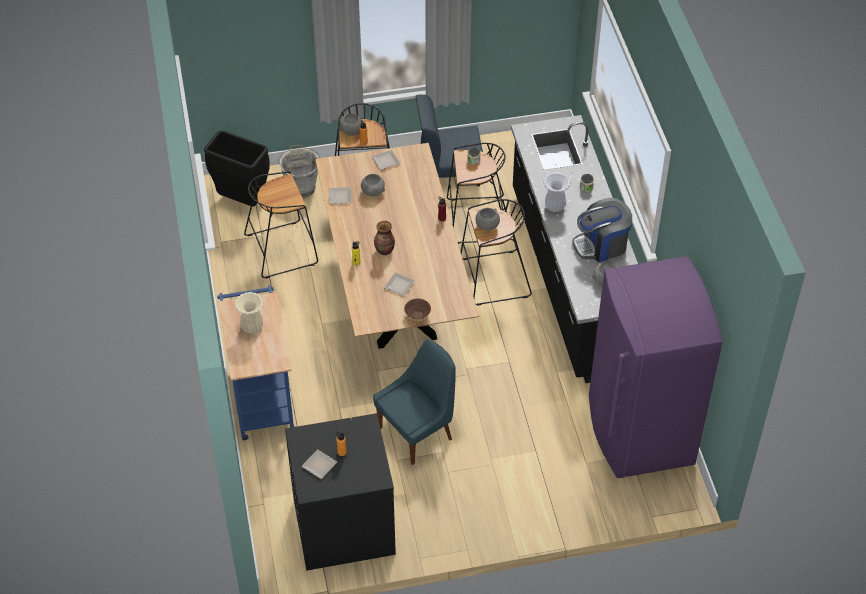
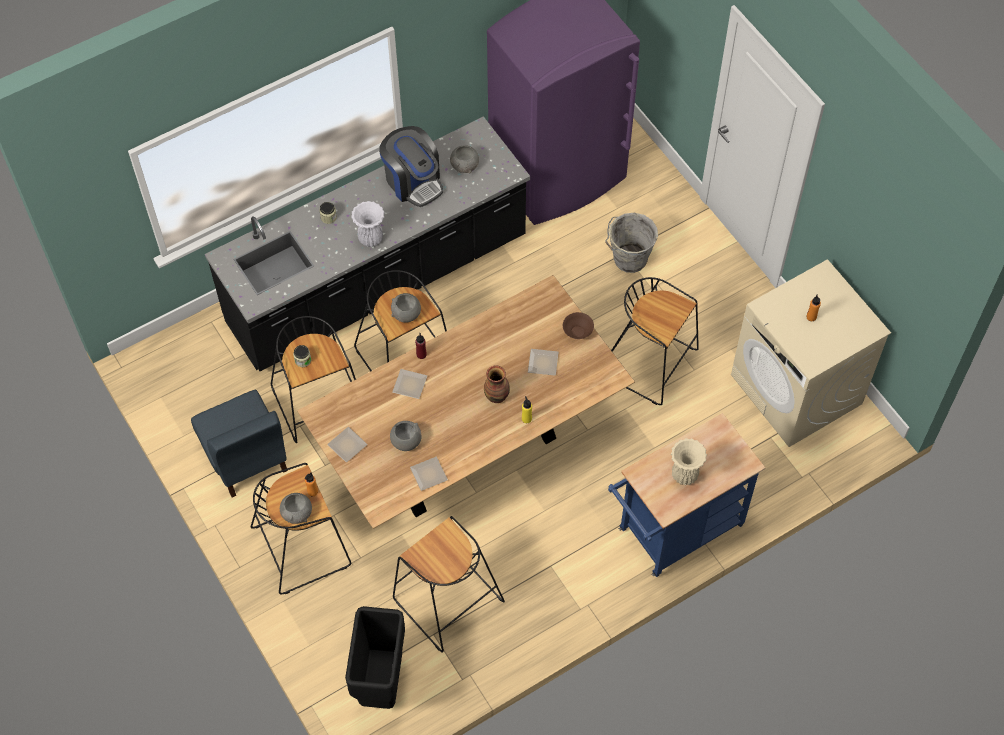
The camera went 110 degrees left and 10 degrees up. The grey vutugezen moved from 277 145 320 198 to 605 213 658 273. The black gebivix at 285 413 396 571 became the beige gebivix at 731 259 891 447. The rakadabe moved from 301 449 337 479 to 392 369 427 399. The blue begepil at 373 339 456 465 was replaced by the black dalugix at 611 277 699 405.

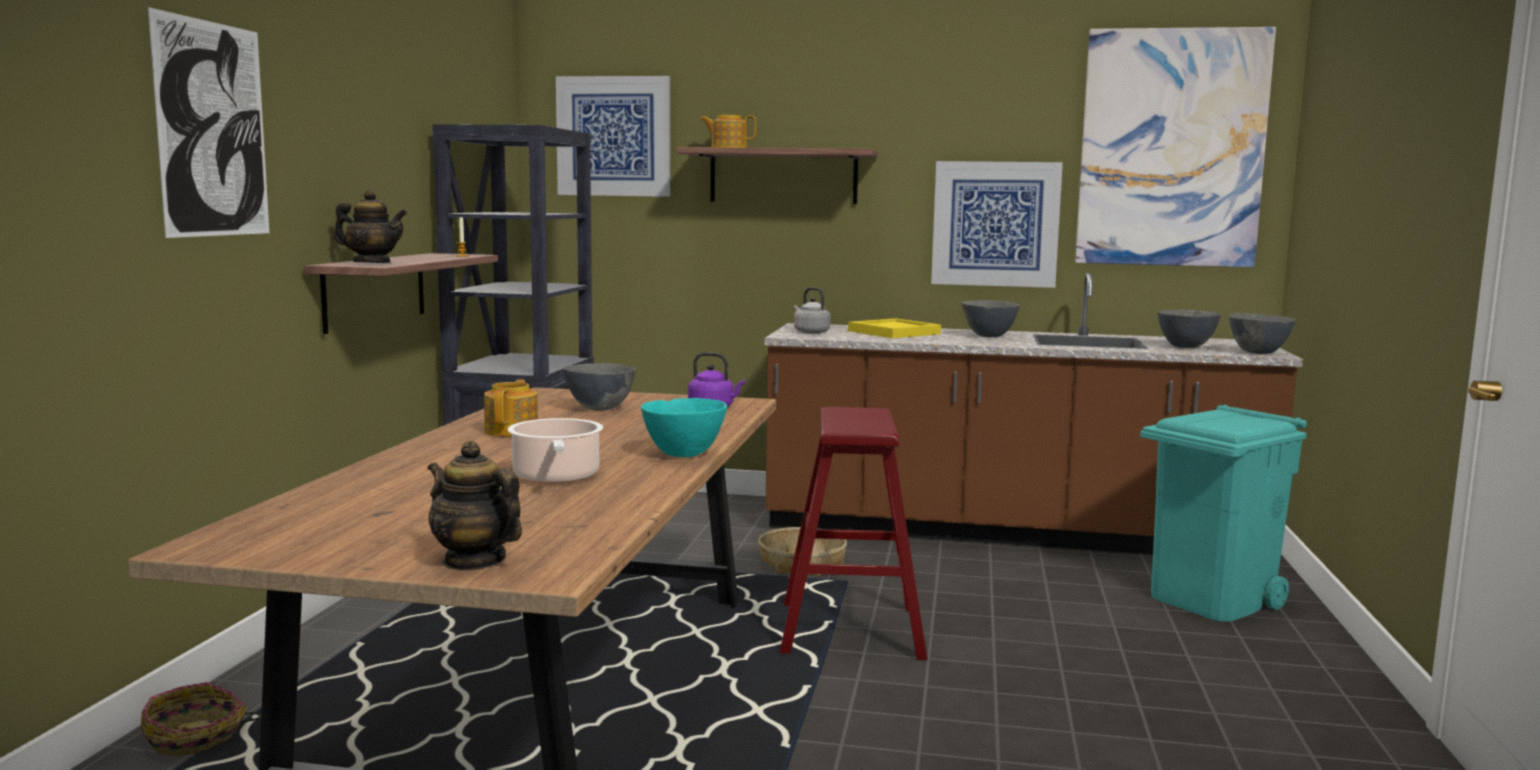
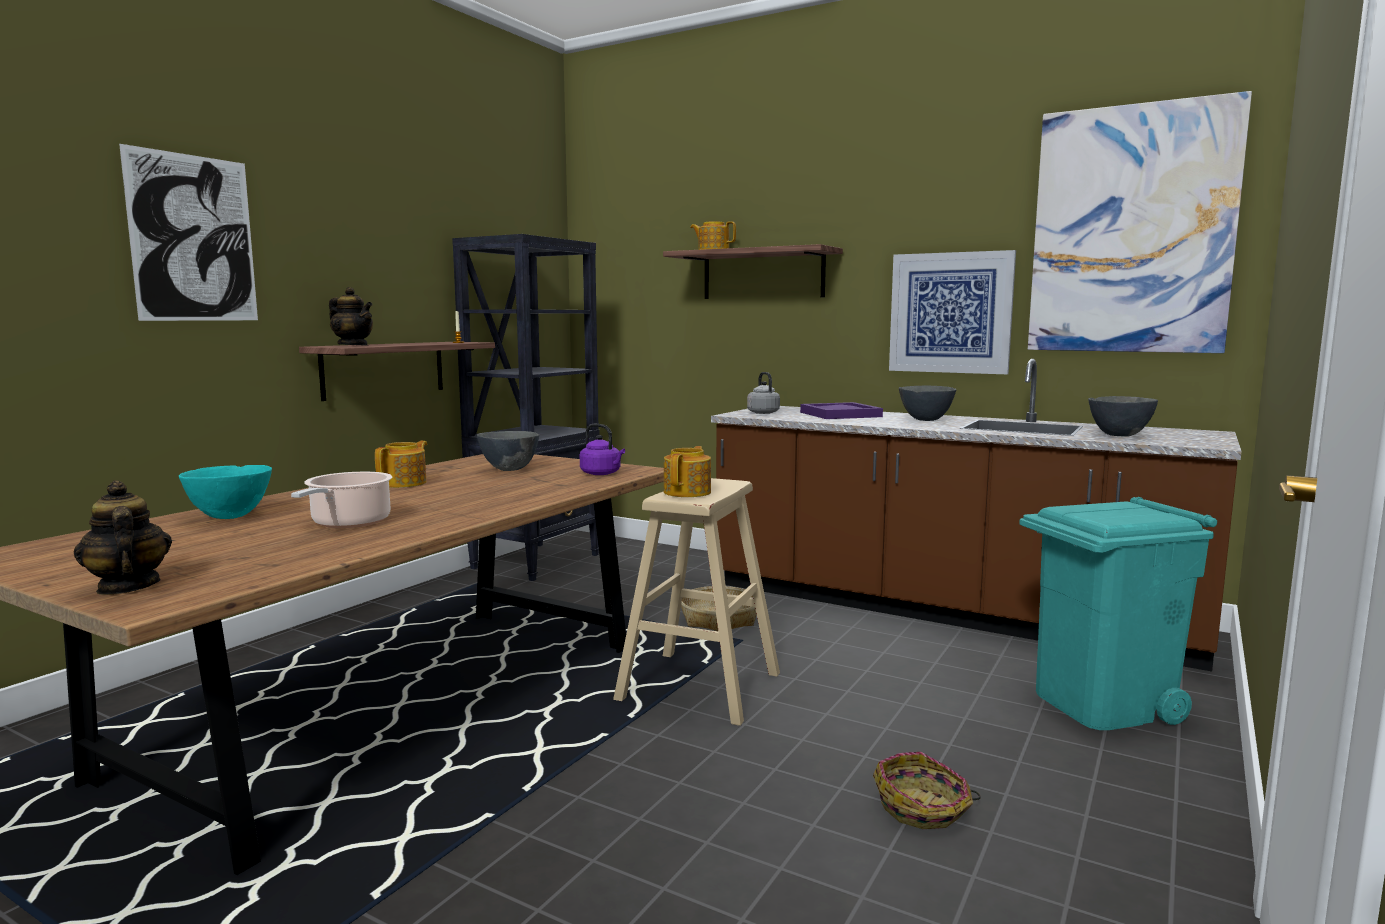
The camera went 20 degrees right and 0 degrees up. The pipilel moved from 141 682 260 756 to 873 752 981 829. The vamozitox at 556 76 670 197 disappeared. The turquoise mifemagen moved from 641 398 727 457 to 179 465 272 519. The red dalugix at 780 407 927 660 became the beige dalugix at 613 478 780 726. The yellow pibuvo at 848 318 941 338 became the purple pibuvo at 800 402 883 419. The grey mifemagen at 1229 313 1296 354 disappeared. The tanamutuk at 664 446 711 497 appeared.

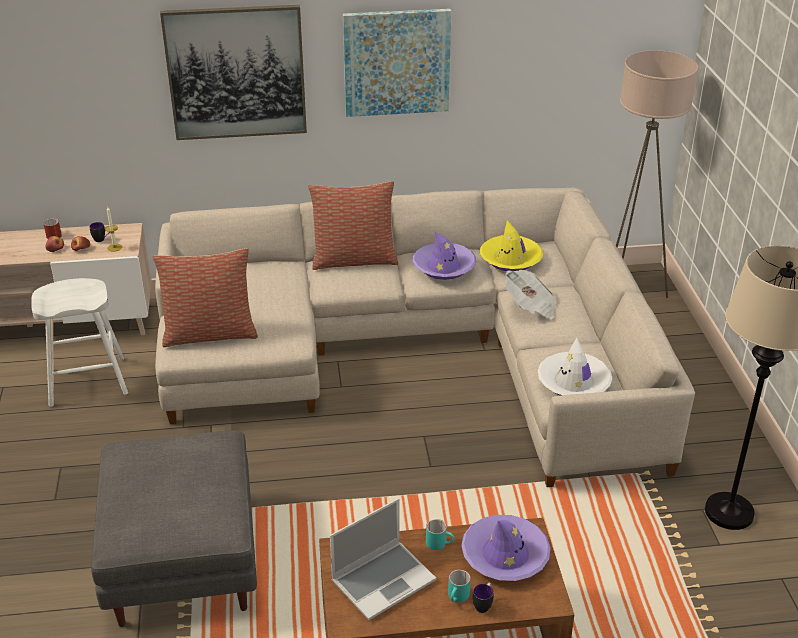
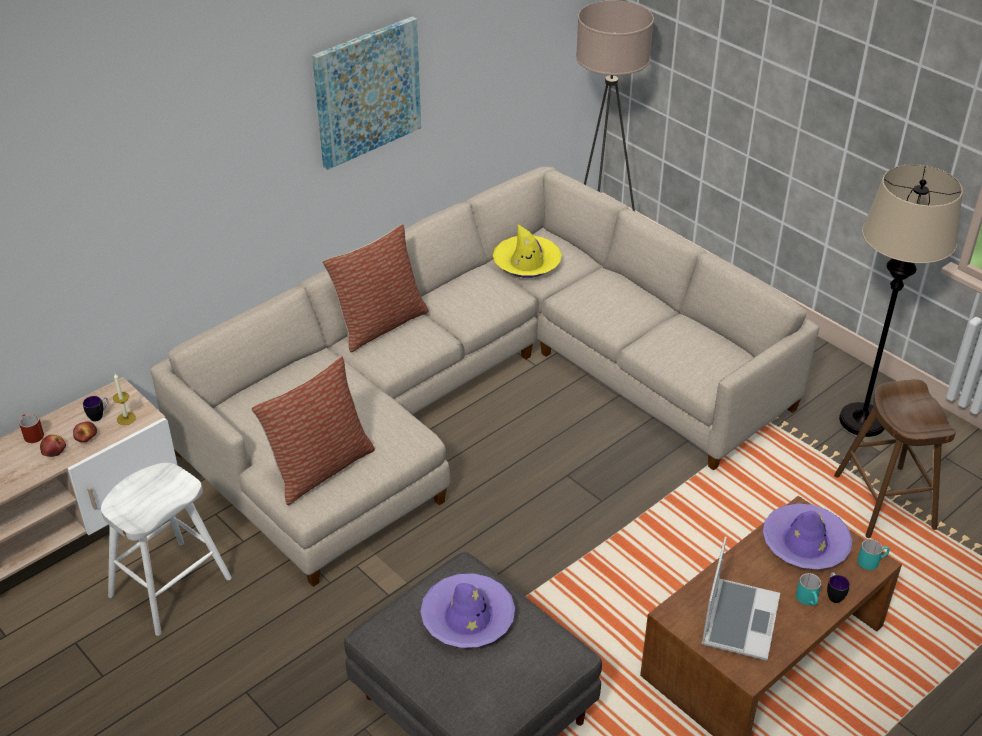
The camera went 35 degrees left and 5 degrees up. The vamozitox at 160 5 307 140 disappeared. The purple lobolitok moved from 412 232 476 280 to 420 573 515 648. The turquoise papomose moved from 426 519 454 550 to 857 539 890 570. The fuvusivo at 505 270 557 319 disappeared. The white lobolitok at 537 338 613 396 disappeared. The brown dalugix at 834 379 956 538 appeared.

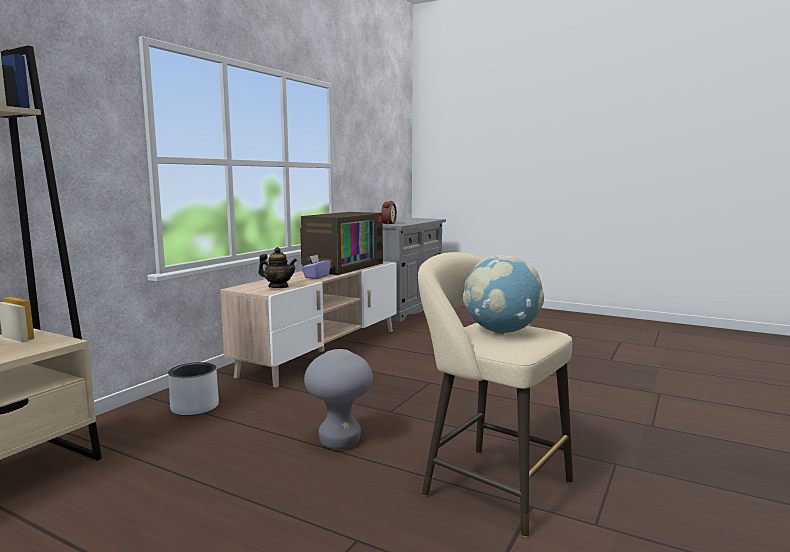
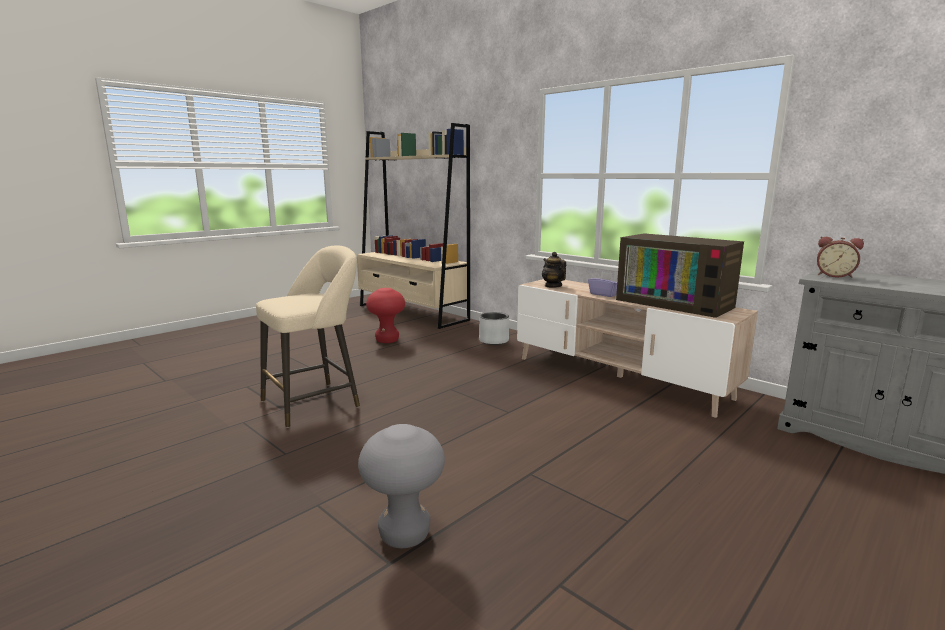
The camera went 105 degrees right and 5 degrees up. The tanamutuk at 258 247 297 288 turned 120 degrees clockwise. The grey dalugix moved from 304 349 373 449 to 358 424 445 548. The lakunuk at 463 254 544 335 disappeared. The red dalugix at 366 288 405 343 appeared.

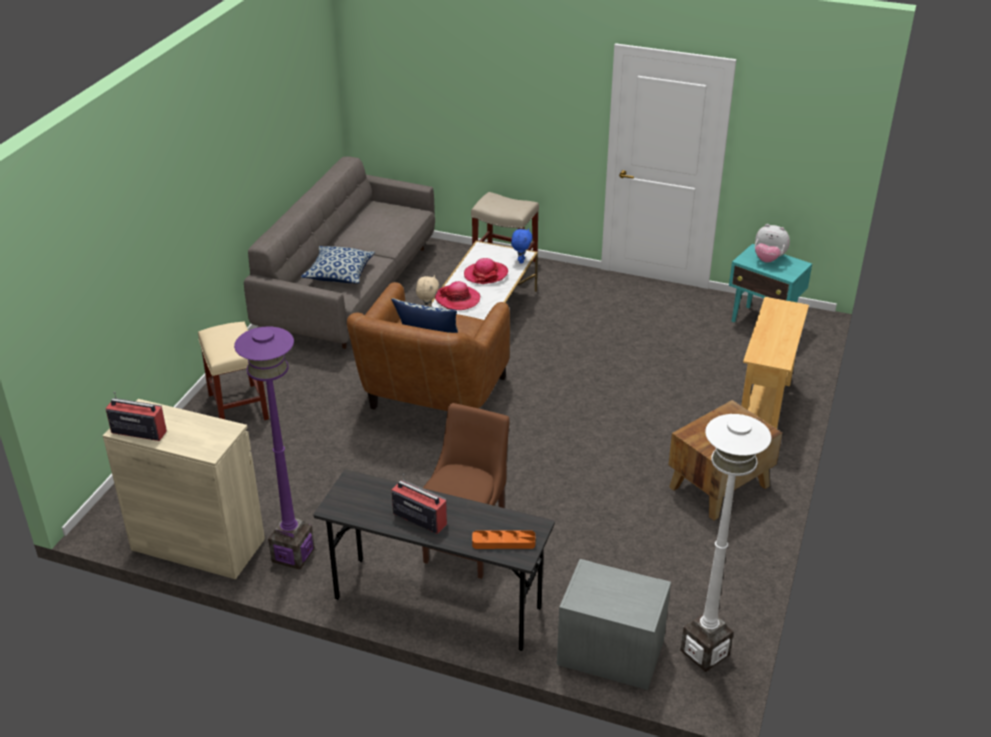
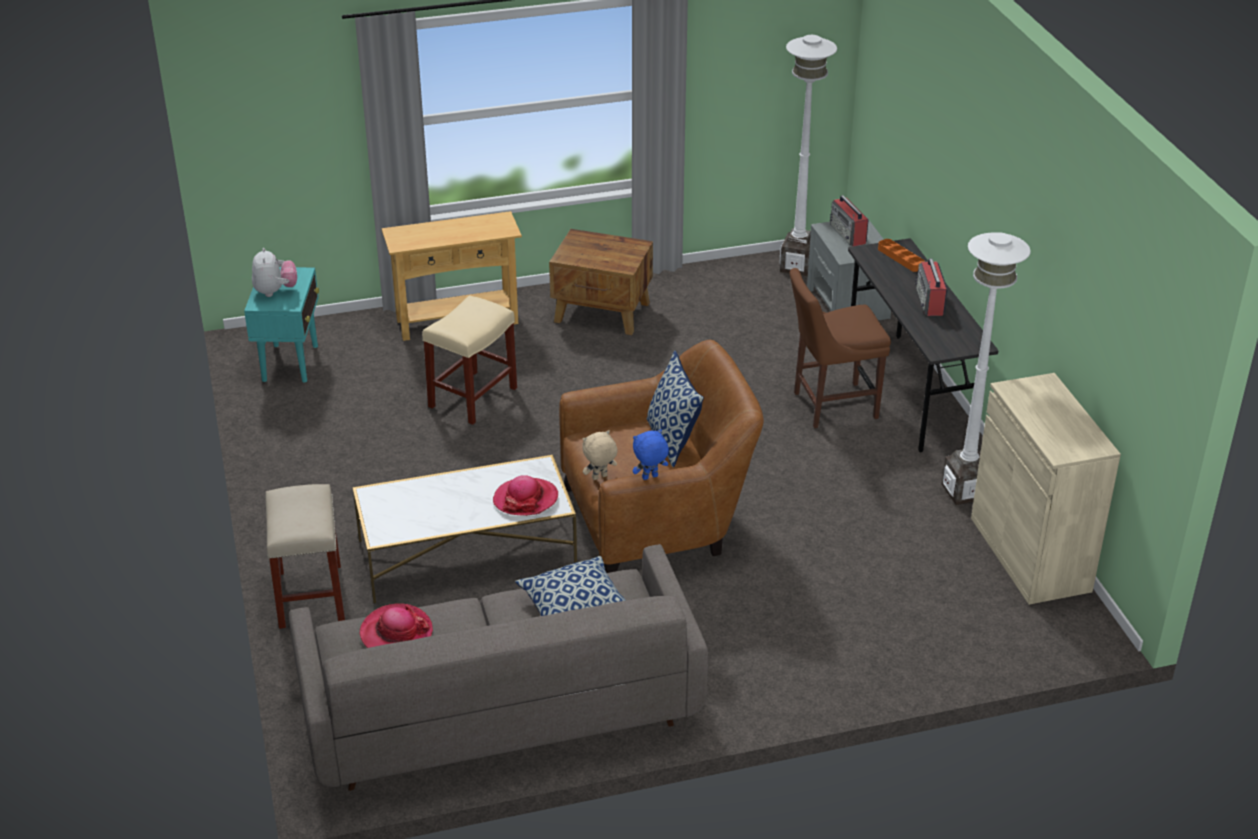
The camera went 125 degrees left and 0 degrees up. The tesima moved from 105 391 167 441 to 830 195 869 246. The beige dalugix moved from 198 322 269 420 to 422 295 517 425. The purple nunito at 234 326 315 570 became the white nunito at 942 232 1031 505. The lobolitok moved from 464 258 508 284 to 359 603 433 648. The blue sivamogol moved from 511 228 533 264 to 633 429 669 480.

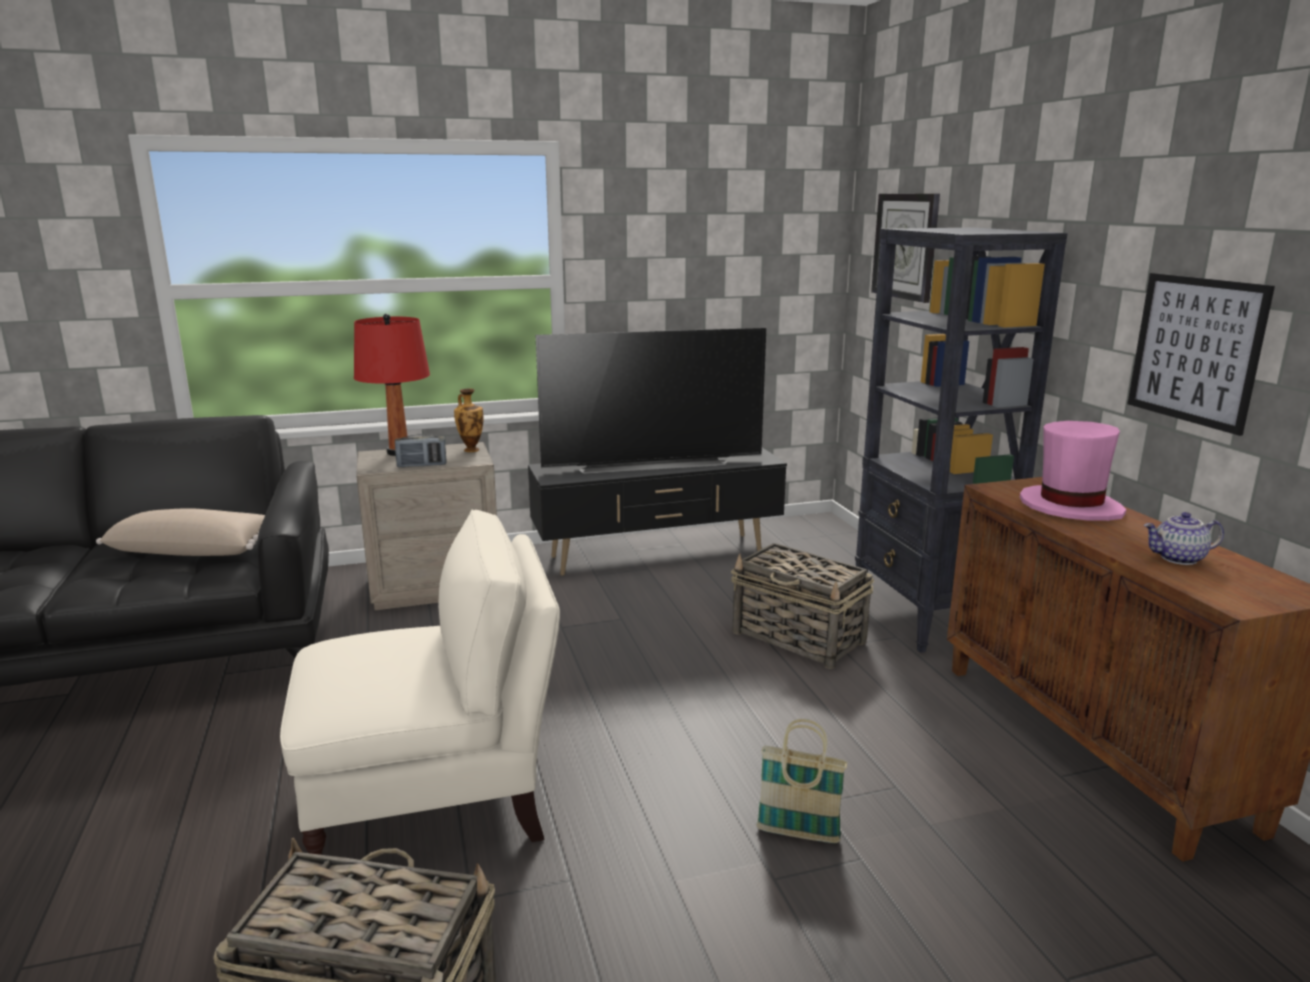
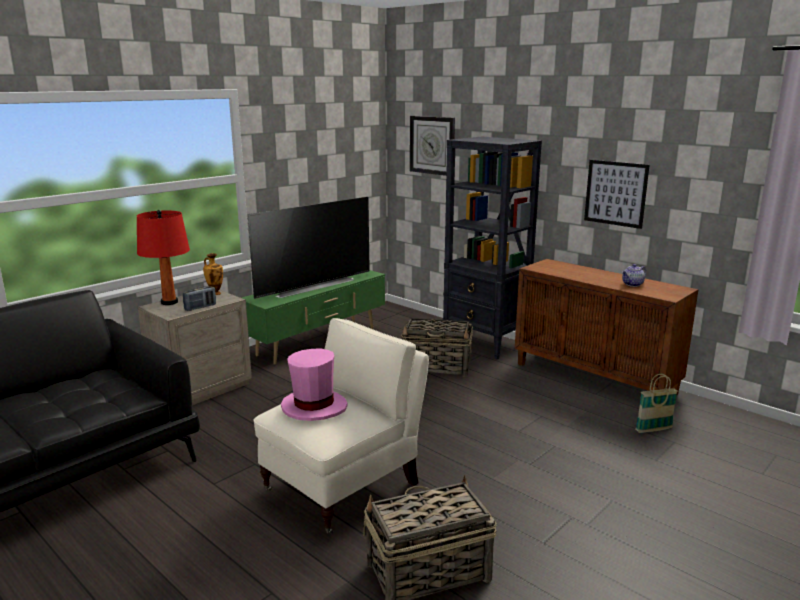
The camera went 30 degrees left and 0 degrees up. The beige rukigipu at 96 508 265 556 disappeared. The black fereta at 528 448 787 576 became the green fereta at 242 270 385 365. The pipilel moved from 756 719 847 843 to 635 374 678 433. The pink lobolitok moved from 1020 421 1126 521 to 281 348 347 421.

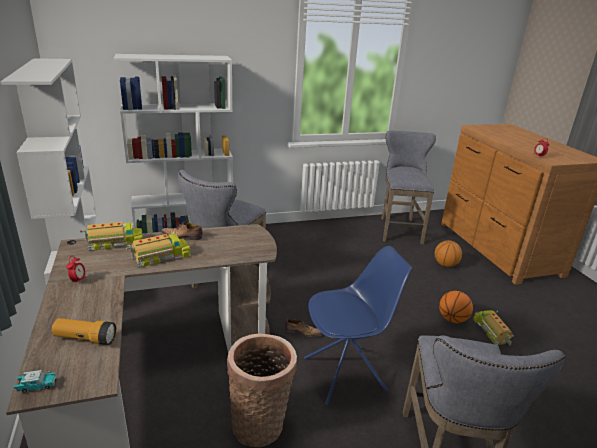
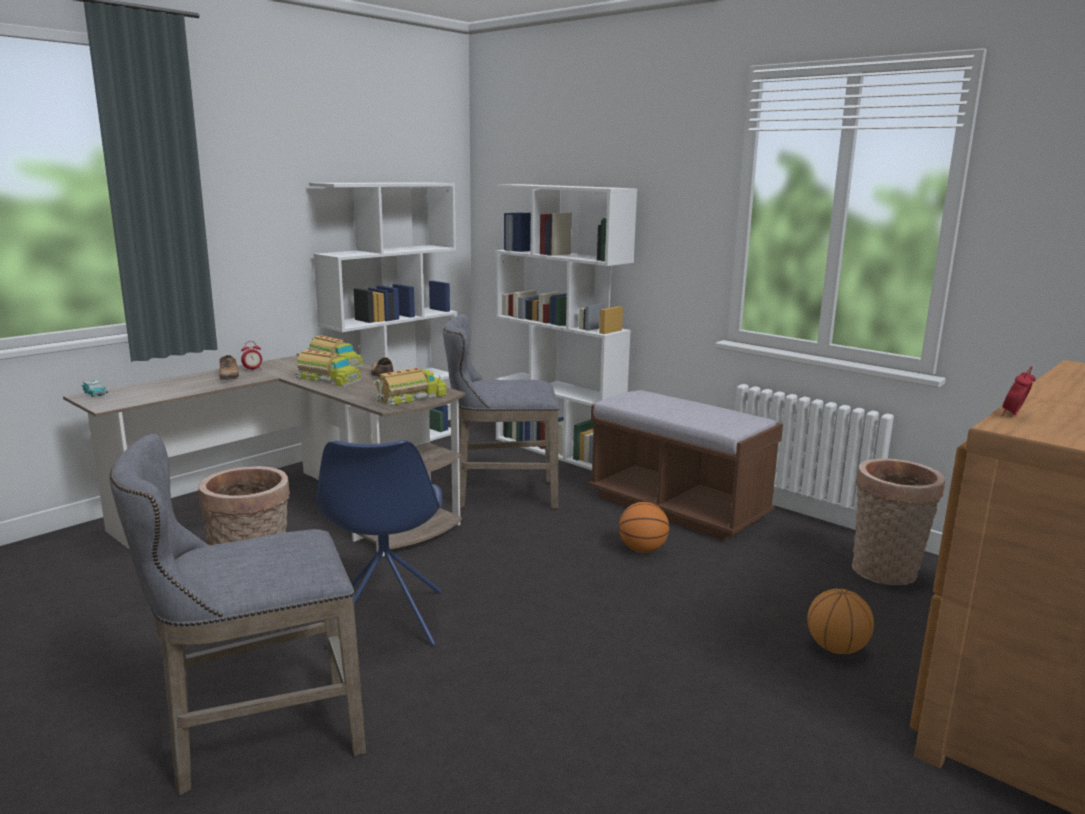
The camera went 60 degrees right and 10 degrees down. The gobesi at 52 318 116 345 disappeared. The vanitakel moved from 285 319 322 337 to 219 355 239 380. The blue begepil at 304 246 412 406 turned 45 degrees clockwise. The grey dalugix at 381 131 436 244 was replaced by the pipilel at 852 458 945 585. The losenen moved from 439 291 473 323 to 619 502 669 553. The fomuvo moved from 473 310 514 345 to 373 368 447 406. The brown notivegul at 589 390 783 541 appeared.

